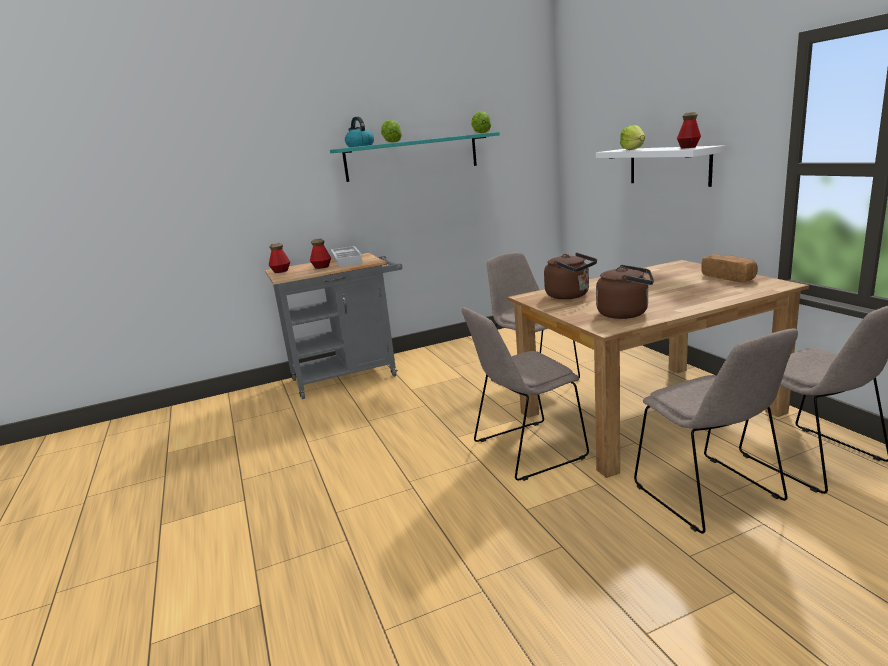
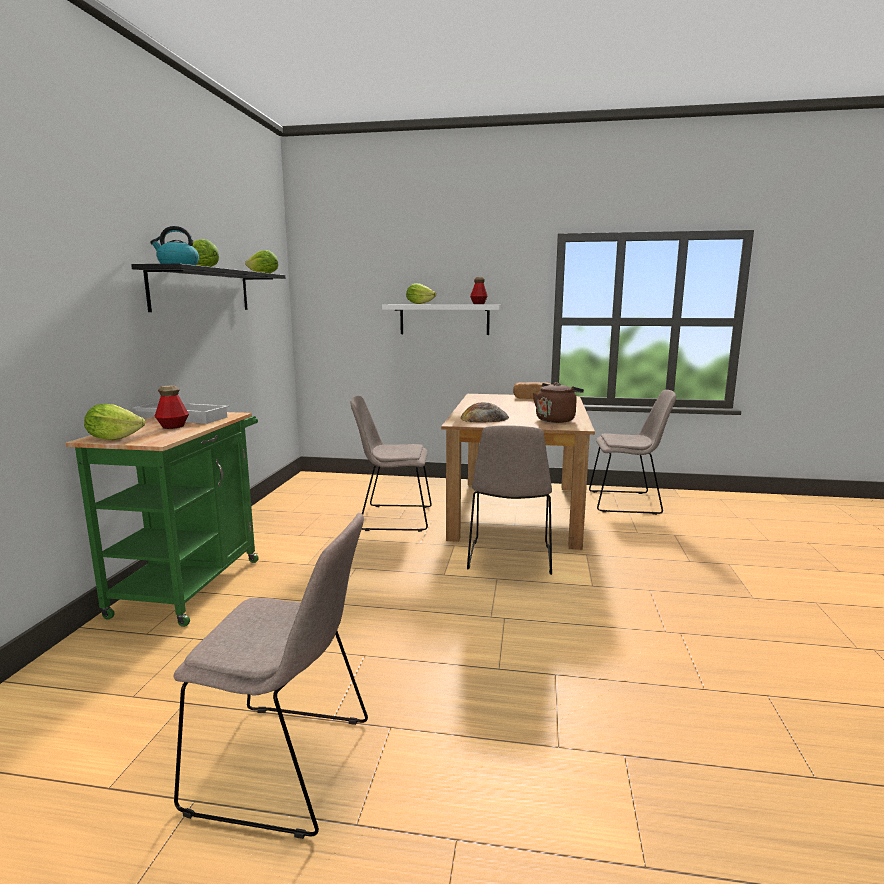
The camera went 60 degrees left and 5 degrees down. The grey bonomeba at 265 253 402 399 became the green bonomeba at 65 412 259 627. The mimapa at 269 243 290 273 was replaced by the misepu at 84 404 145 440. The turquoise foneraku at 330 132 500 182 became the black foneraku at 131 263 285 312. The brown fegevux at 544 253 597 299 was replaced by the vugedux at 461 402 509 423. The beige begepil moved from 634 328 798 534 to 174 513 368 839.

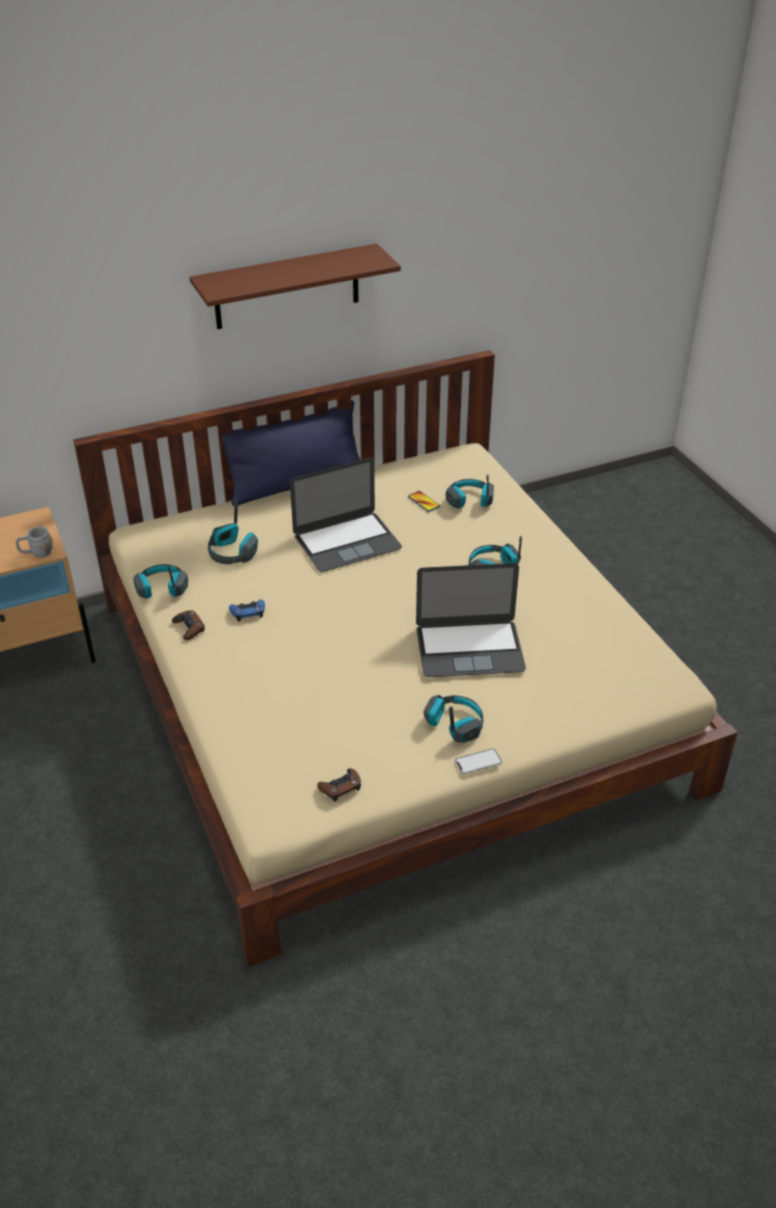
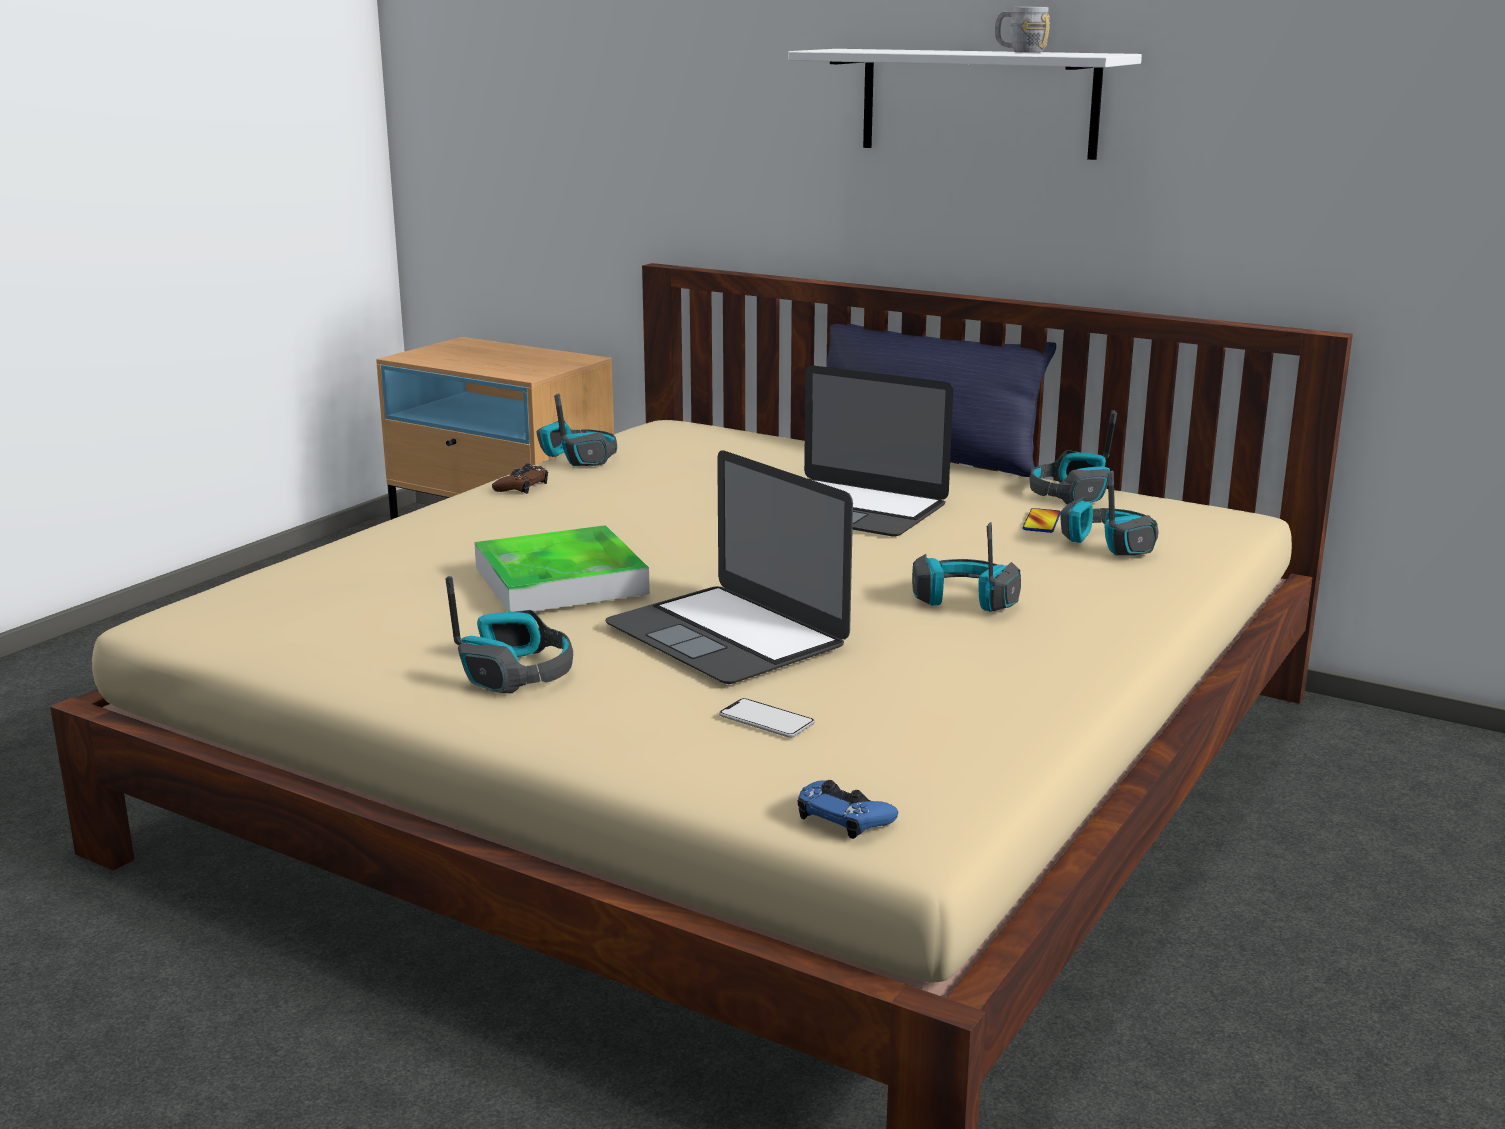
The camera went 55 degrees right and 20 degrees down. The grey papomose moved from 16 527 53 558 to 995 7 1050 53. The brown foneraku at 189 244 401 329 became the white foneraku at 788 49 1142 160. The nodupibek moved from 208 500 258 564 to 1030 410 1117 505. The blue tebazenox moved from 229 599 265 621 to 798 780 898 839. The brown tebazenox at 317 768 361 801 disappeared. The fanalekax moved from 455 749 502 774 to 719 698 815 738. The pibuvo at 474 525 650 612 appeared.

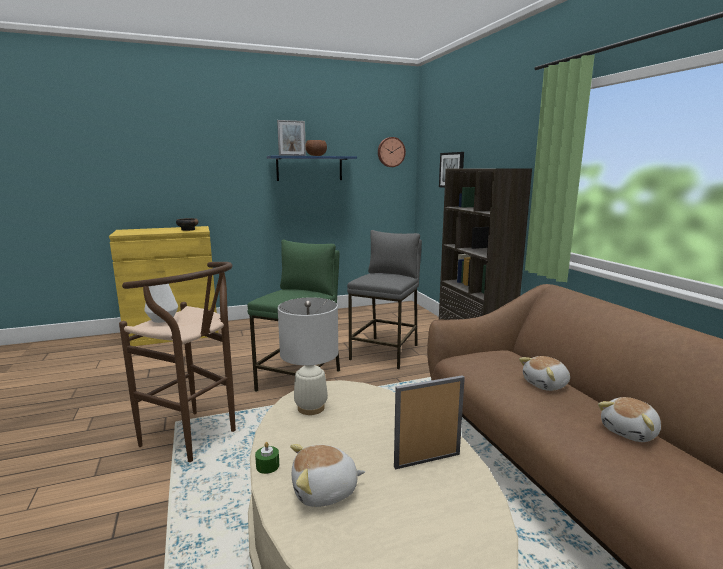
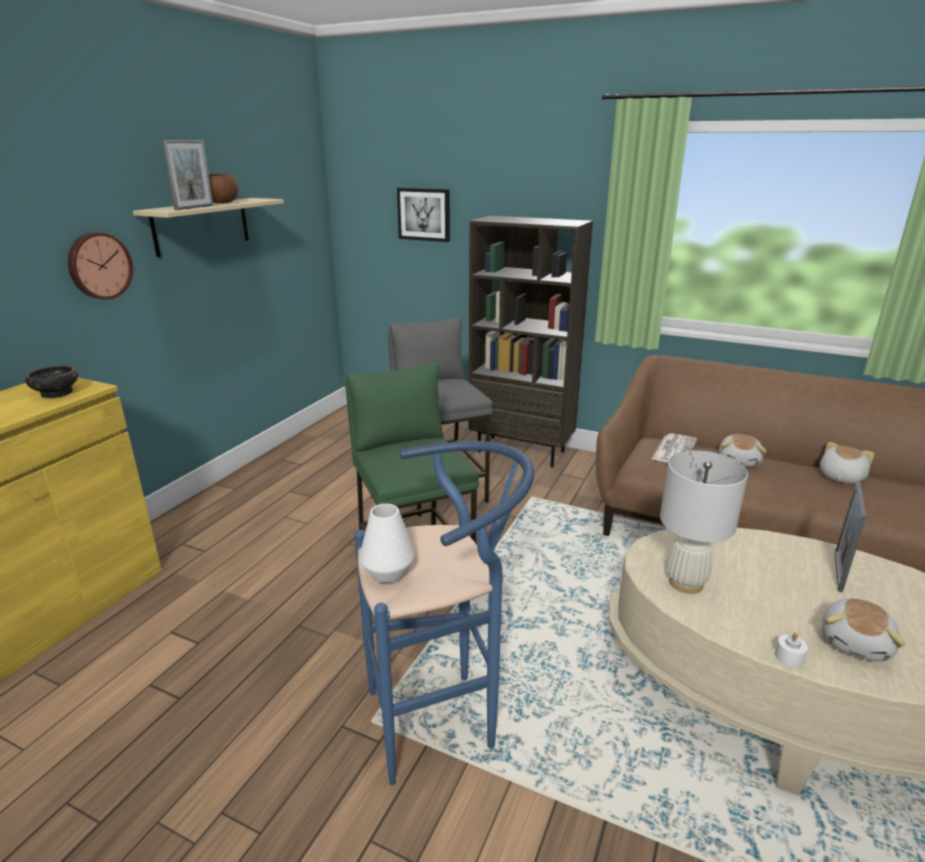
The camera went 45 degrees left and 10 degrees up. The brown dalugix at 119 262 236 462 became the blue dalugix at 354 441 534 785. The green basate at 255 442 279 474 became the white basate at 775 632 808 667. The blue foneraku at 267 156 357 181 became the beige foneraku at 133 198 284 257. The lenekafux moved from 378 137 406 167 to 68 232 133 300. The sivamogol at 598 397 661 442 turned 150 degrees counterclockwise. The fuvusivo at 652 433 697 463 appeared.

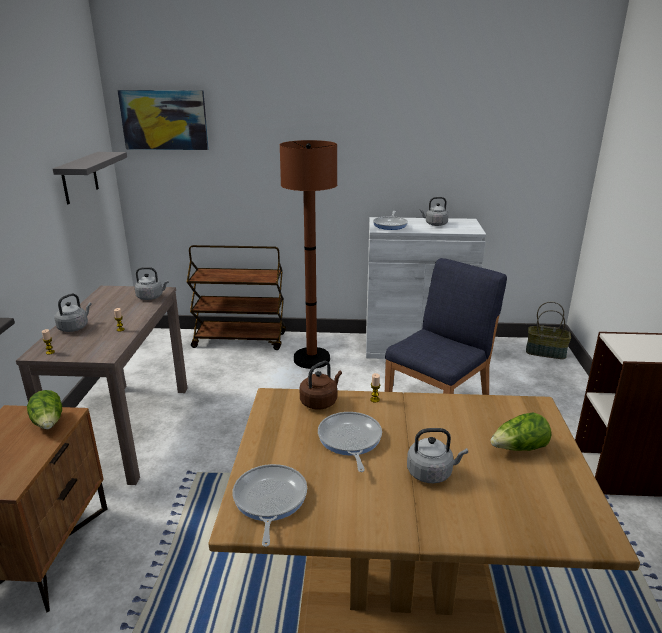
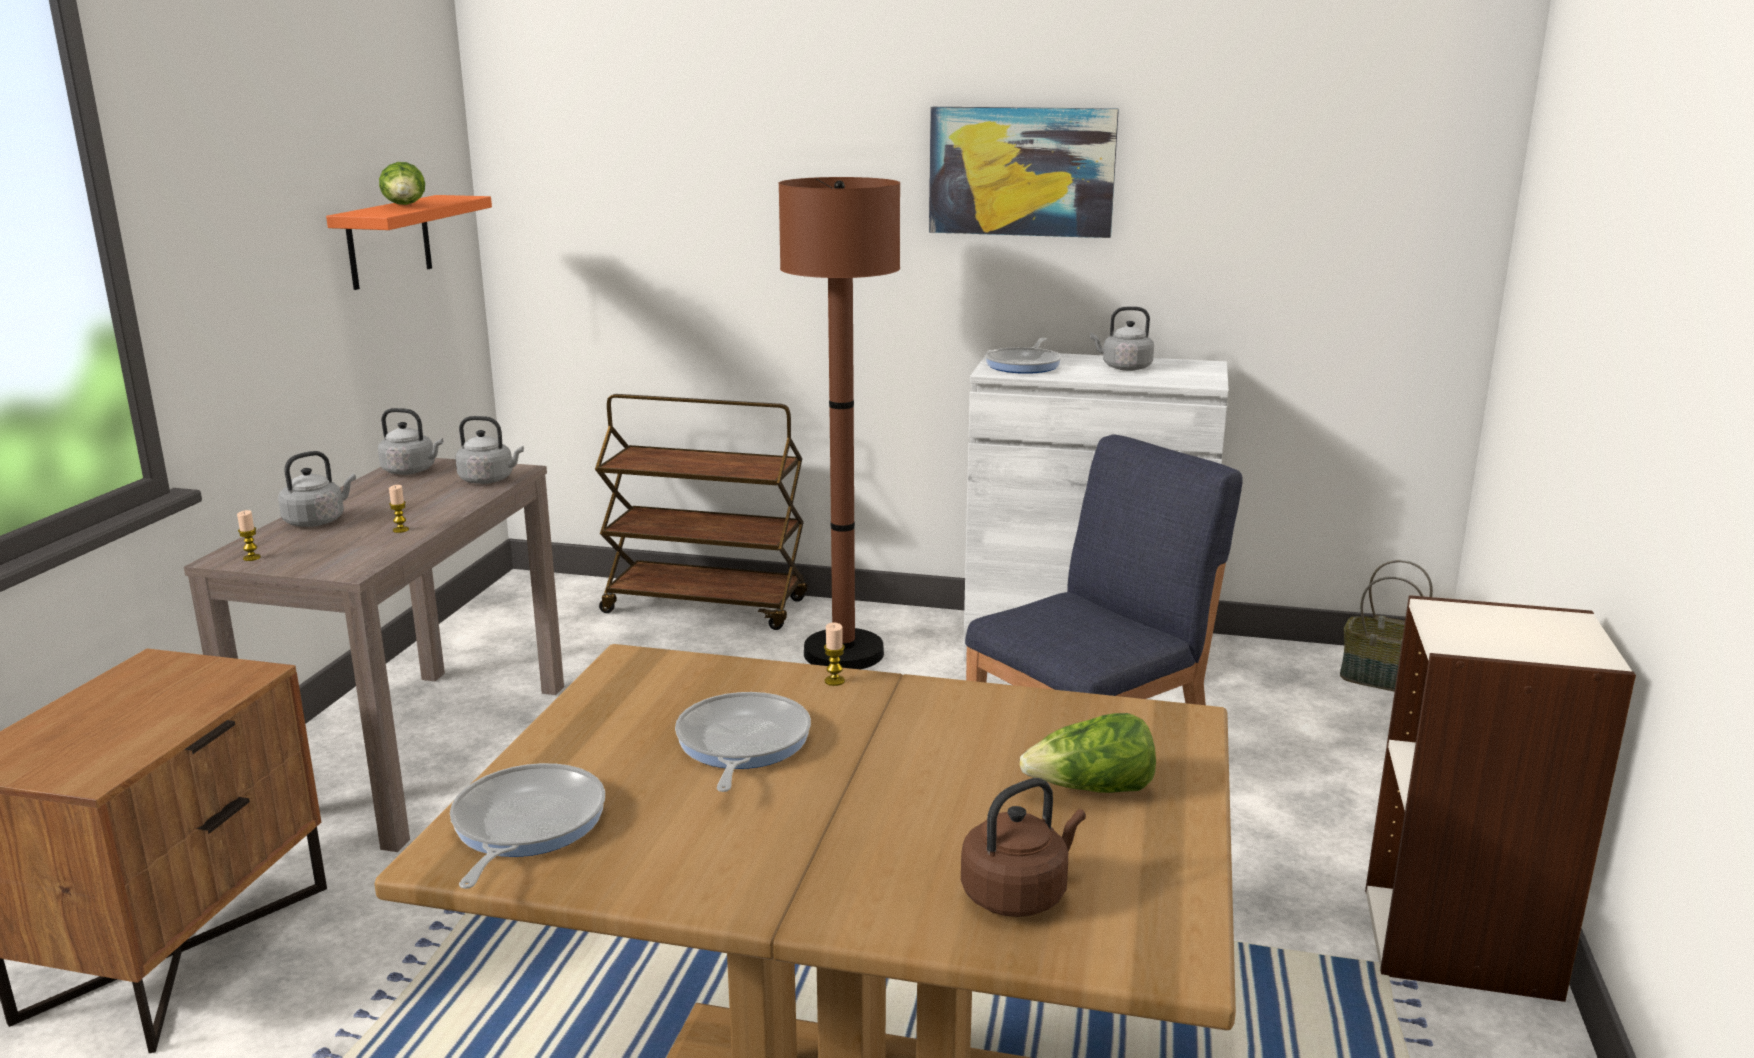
The camera went 10 degrees right and 5 degrees down. The misepu moved from 27 390 62 429 to 379 162 425 205. The grey foneraku at 53 152 127 204 became the orange foneraku at 326 195 492 290. The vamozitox moved from 117 90 209 150 to 929 107 1119 238. The brown fegevux moved from 300 361 342 410 to 961 778 1086 917. The grey fegevux moved from 407 428 468 483 to 378 408 443 475.

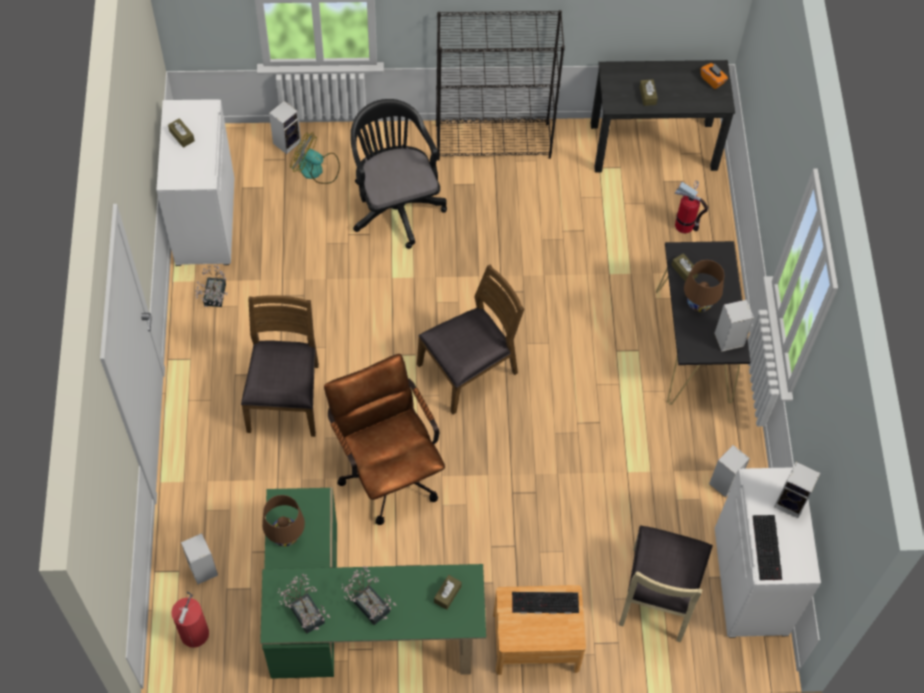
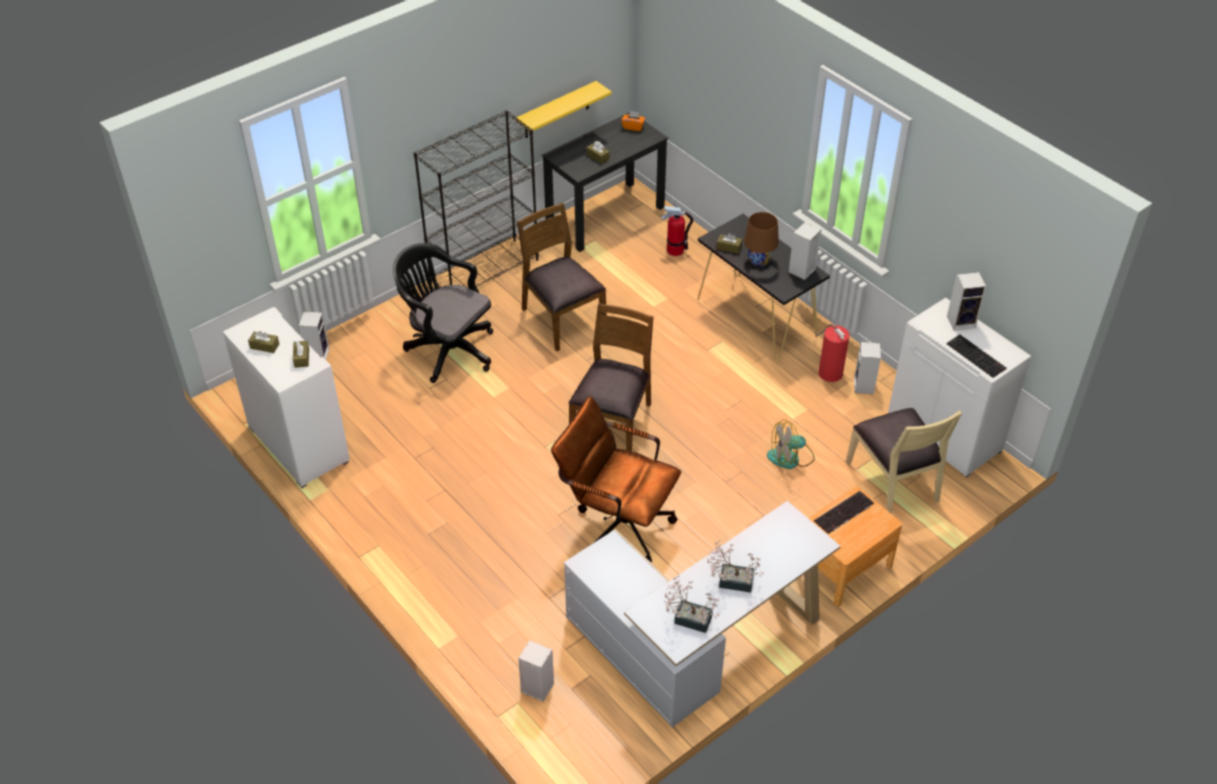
The camera went 35 degrees left and 15 degrees down. The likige moved from 172 591 209 648 to 815 324 850 382. The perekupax at 196 265 228 307 disappeared. The brown begepil moved from 241 295 319 437 to 517 203 607 351. The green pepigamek at 260 487 486 679 became the white pepigamek at 564 501 841 727. The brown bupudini at 262 495 305 546 disappeared. The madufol moved from 290 132 340 184 to 767 420 815 469. The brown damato moved from 434 575 462 610 to 293 341 309 368. The yellow foneraku at 516 81 612 138 appeared.

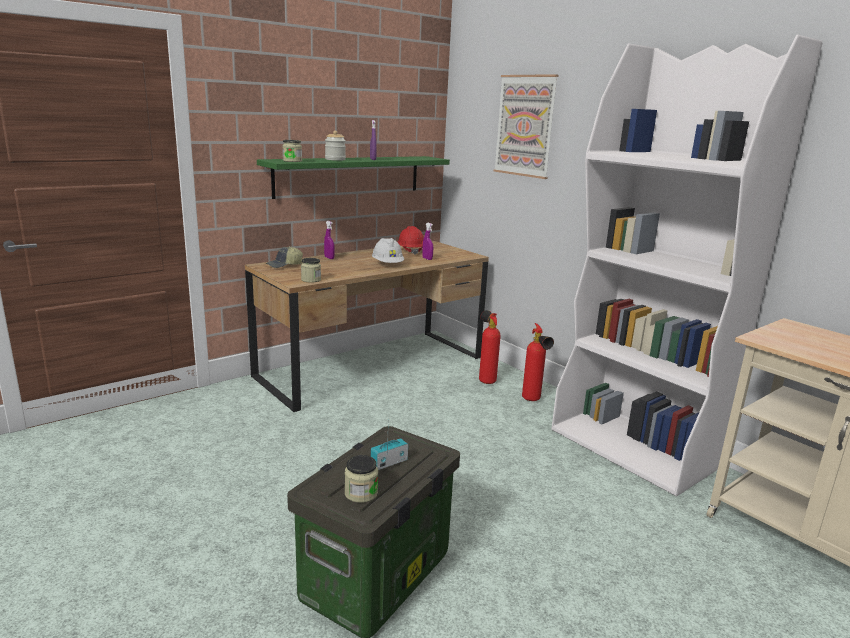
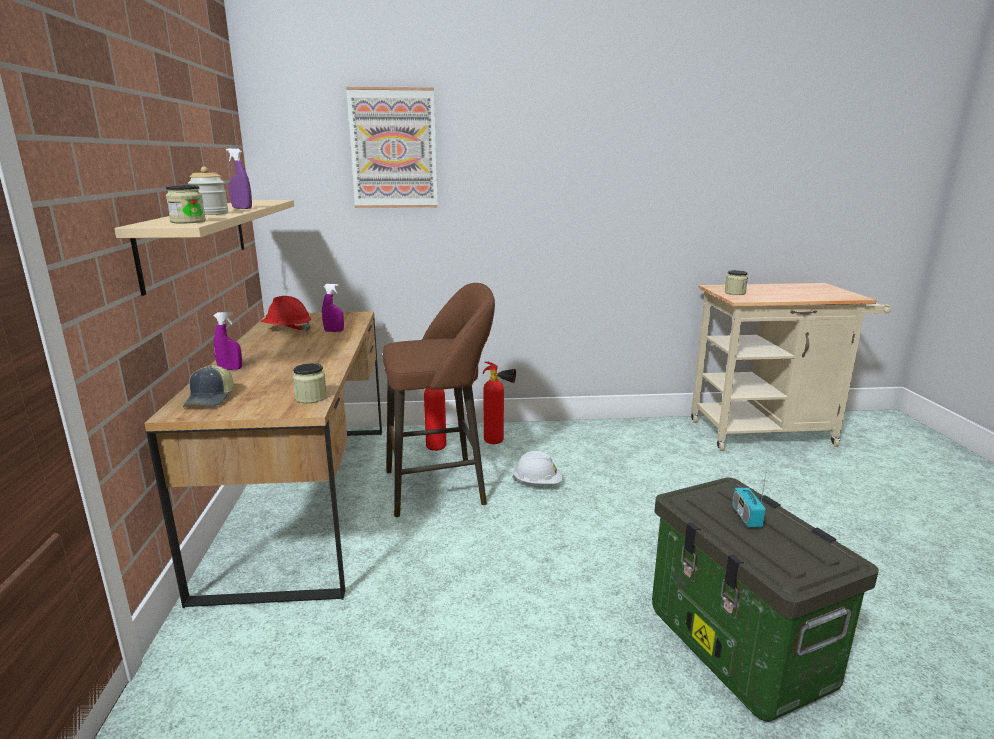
The camera went 55 degrees left and 0 degrees up. The green foneraku at 257 156 450 199 became the beige foneraku at 114 200 294 296. The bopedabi moved from 345 455 378 503 to 725 270 748 295. The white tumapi moved from 372 238 404 263 to 512 451 563 484. The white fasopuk at 551 35 822 497 disappeared. The brown dalugix at 383 283 495 517 appeared.

